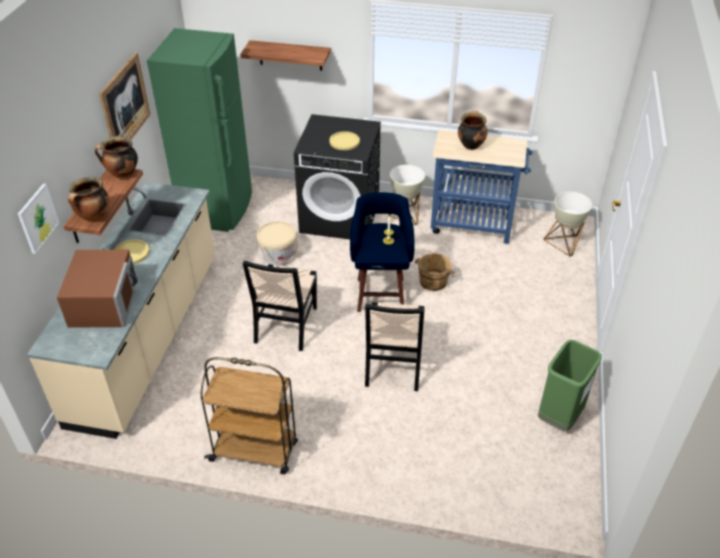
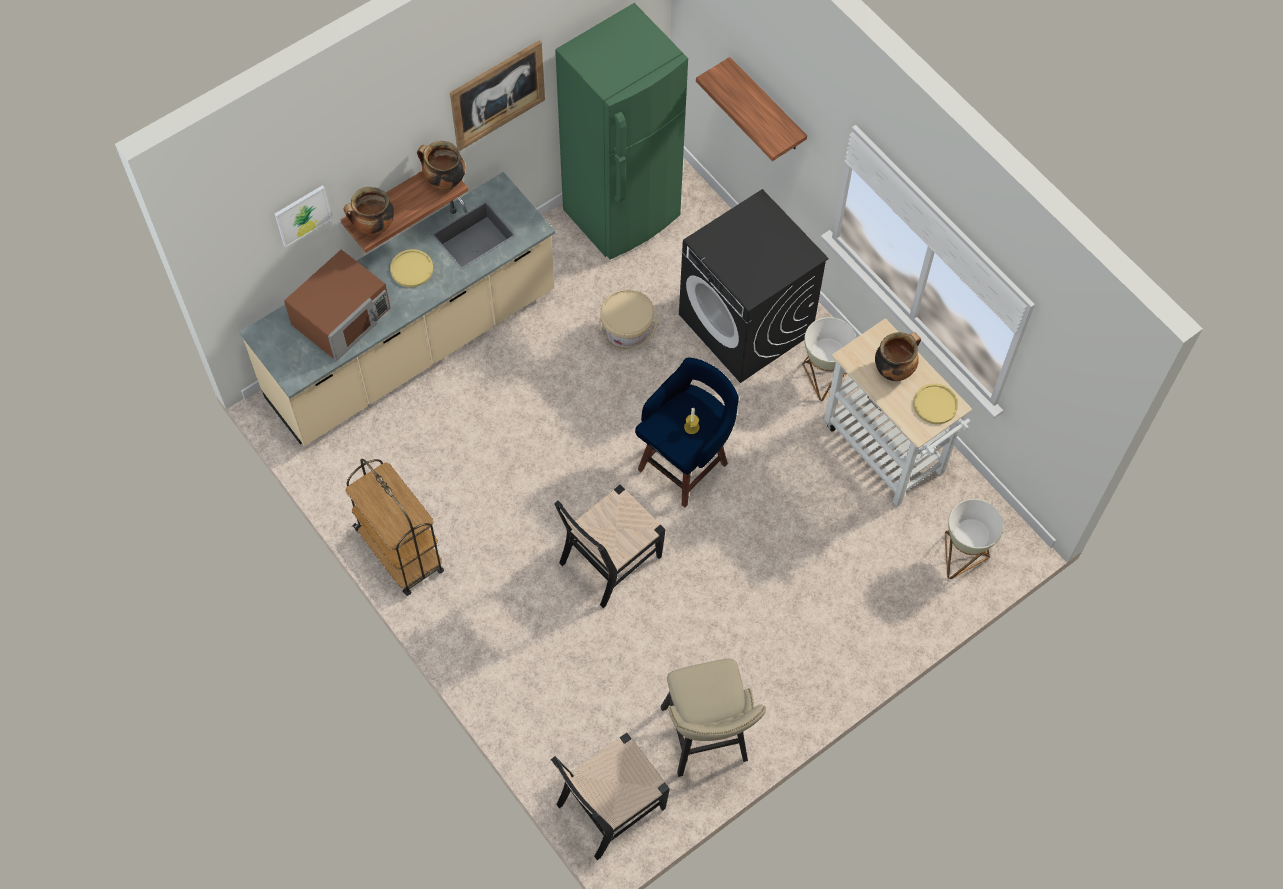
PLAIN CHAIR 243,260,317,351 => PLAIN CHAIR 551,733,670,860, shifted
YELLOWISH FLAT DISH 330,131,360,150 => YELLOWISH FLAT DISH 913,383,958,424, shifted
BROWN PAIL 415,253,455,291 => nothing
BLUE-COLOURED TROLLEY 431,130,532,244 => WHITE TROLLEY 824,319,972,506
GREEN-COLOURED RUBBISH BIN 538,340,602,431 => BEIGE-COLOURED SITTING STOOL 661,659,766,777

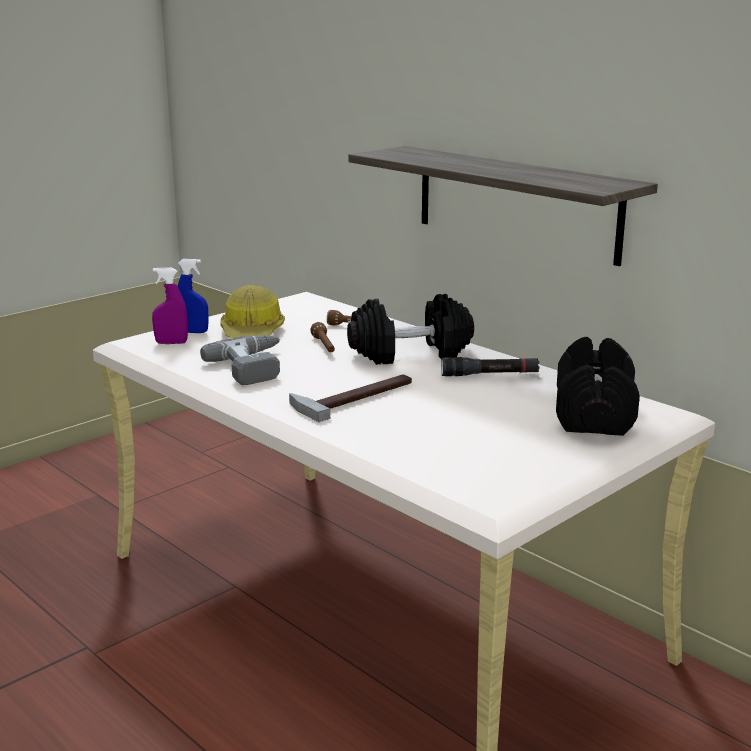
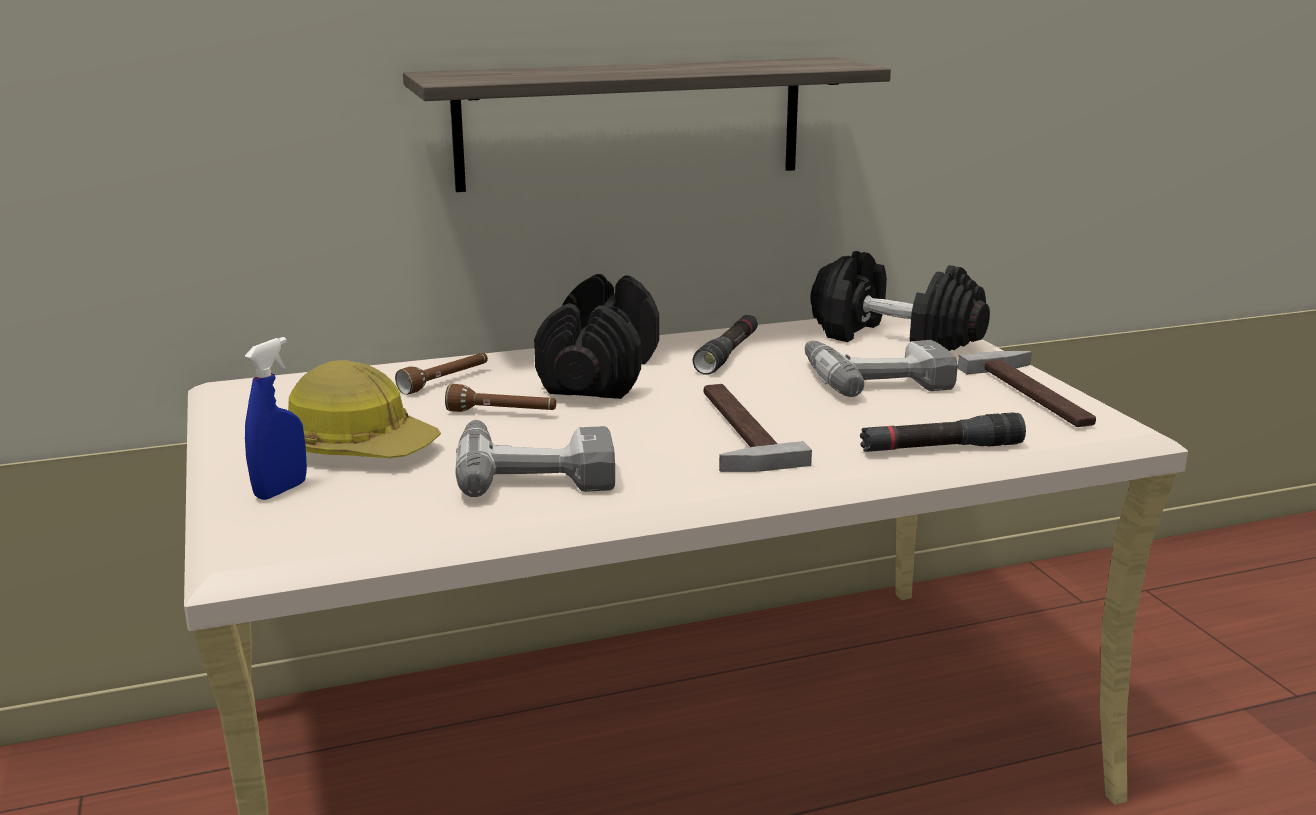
PURPLISH HAND SPRAYER 152,268,188,344 => nothing
nothing => ELECTRIC DRILL 805,340,958,397
nothing => BLACK-COLOURED FLASHLIGHT 860,412,1026,452
nothing => TOOL HAMMER 958,351,1096,427

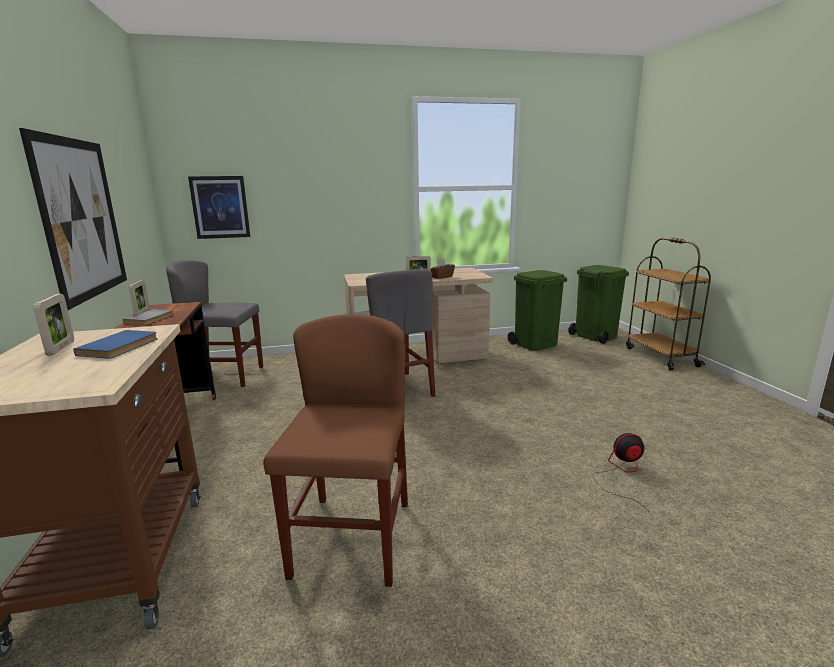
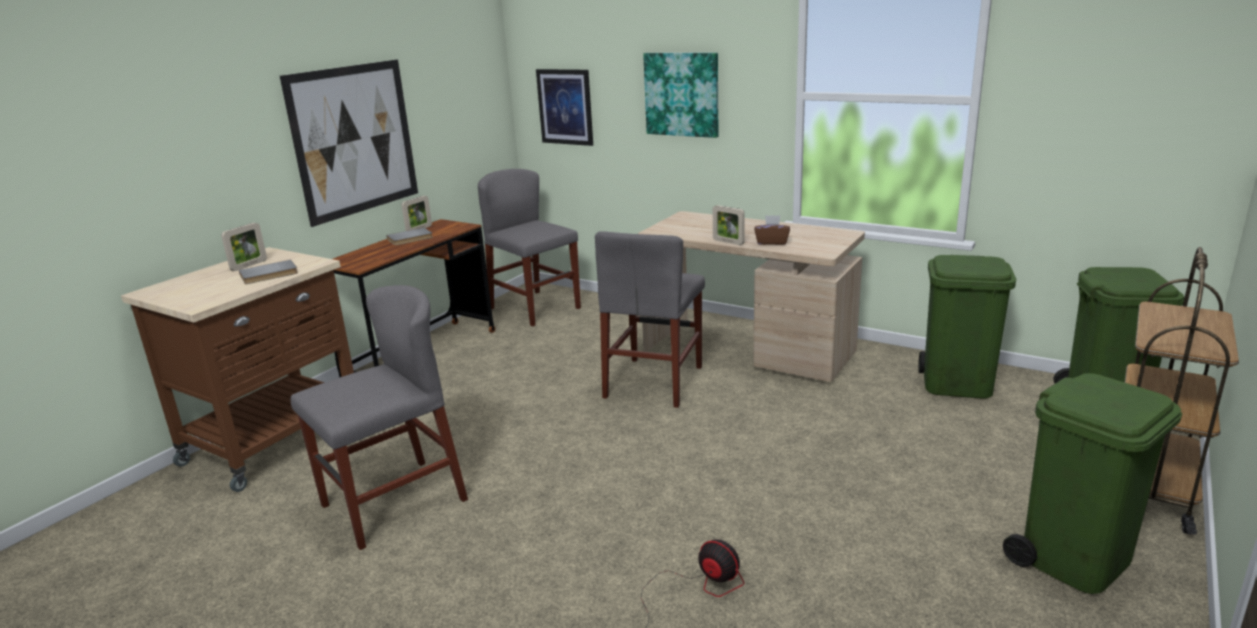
BLUE-COLOURED VOLUME 74,330,158,359 => GREYISH VOLUME 239,260,298,284
BROWN PLAIN CHAIR 263,314,408,587 => GREYISH PLAIN CHAIR 291,285,468,550
nothing => WALL ART 643,53,718,138
nothing => GREEN-COLOURED RUBBISH BIN 1003,373,1182,594

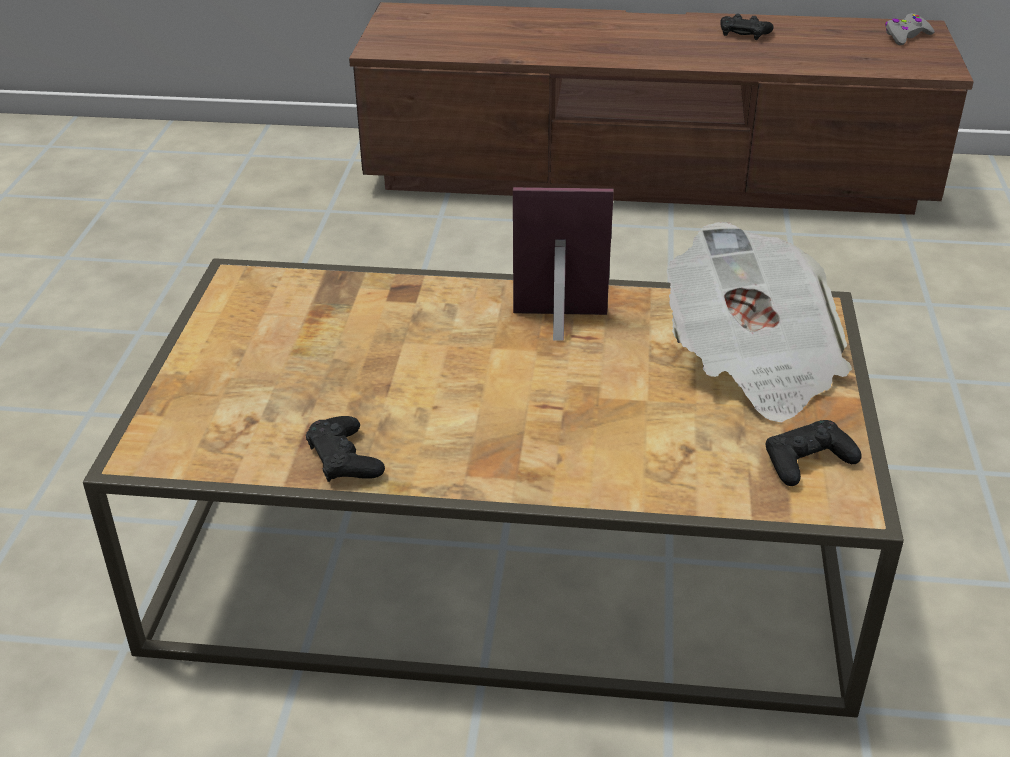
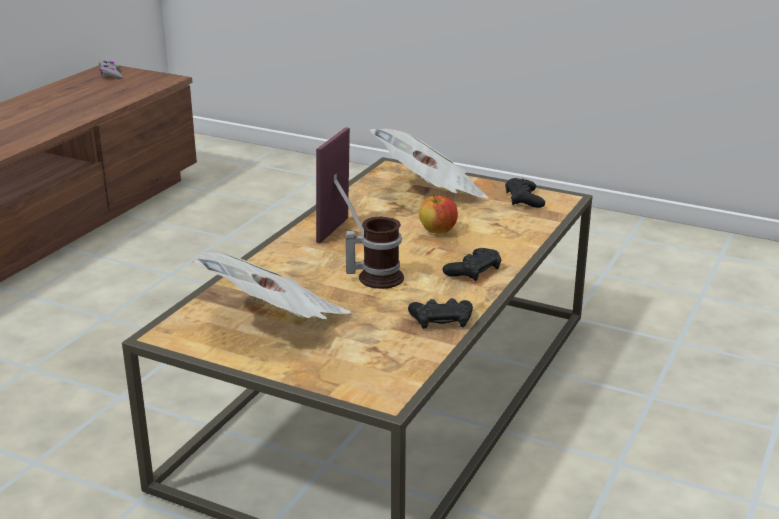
BLACK-COLOURED GAME CONTROLLER 720,14,774,40 => BLACK-COLOURED GAME CONTROLLER 443,248,501,282, shifted
nothing => PRINTED PAPER 192,251,351,319
nothing => MUG 345,217,404,289
nothing => WHOLE APPLE 419,195,458,234

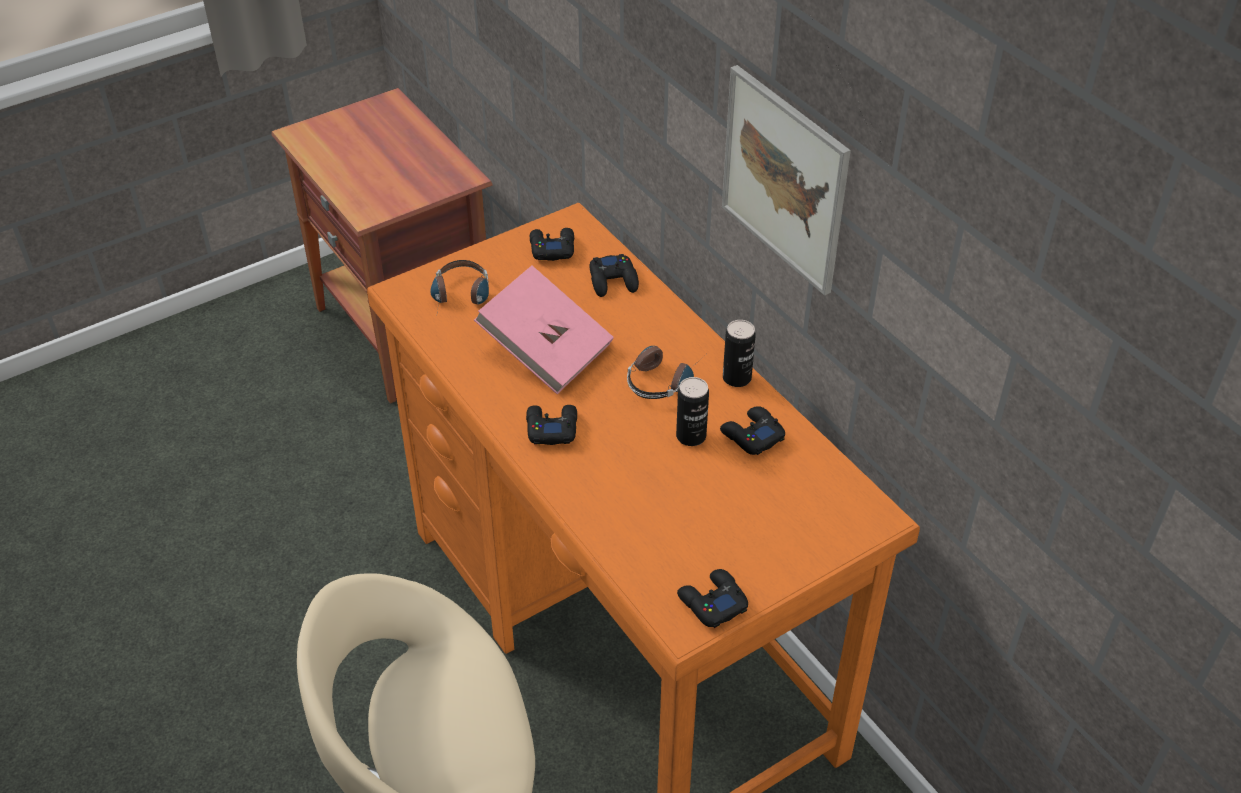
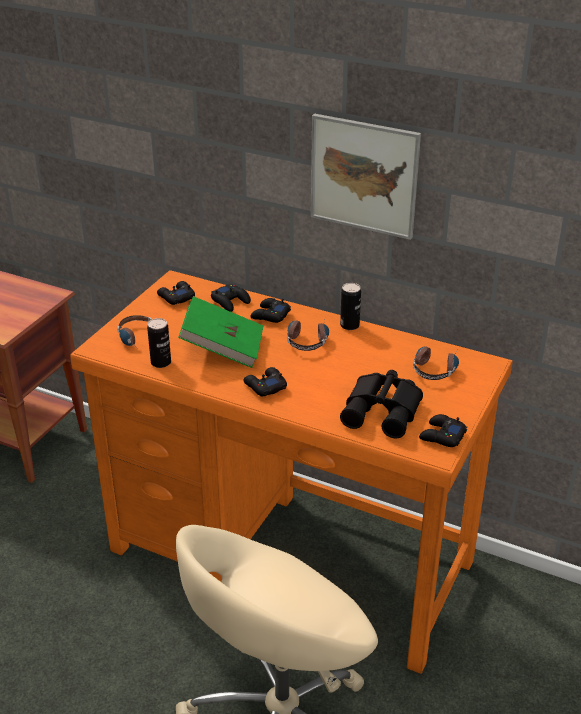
PINKISH VOLUME 474,265,614,394 => GREEN-COLOURED VOLUME 178,296,263,368
METAL CAN 676,377,709,446 => METAL CAN 147,318,171,368, shifted
BLACK-COLOURED GAME CONTROLLER 720,406,785,455 => BLACK-COLOURED GAME CONTROLLER 251,298,291,323, shifted
nothing => BLACK-COLOURED PAIR OF BINOCULARS 340,370,423,439
nothing => HEADSET 413,346,459,380

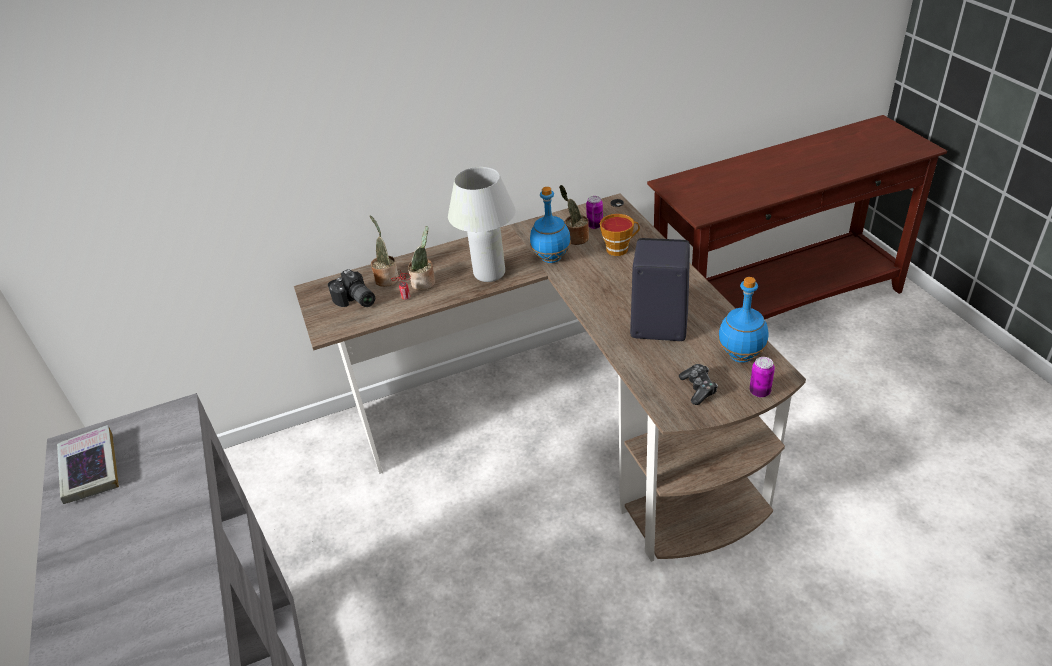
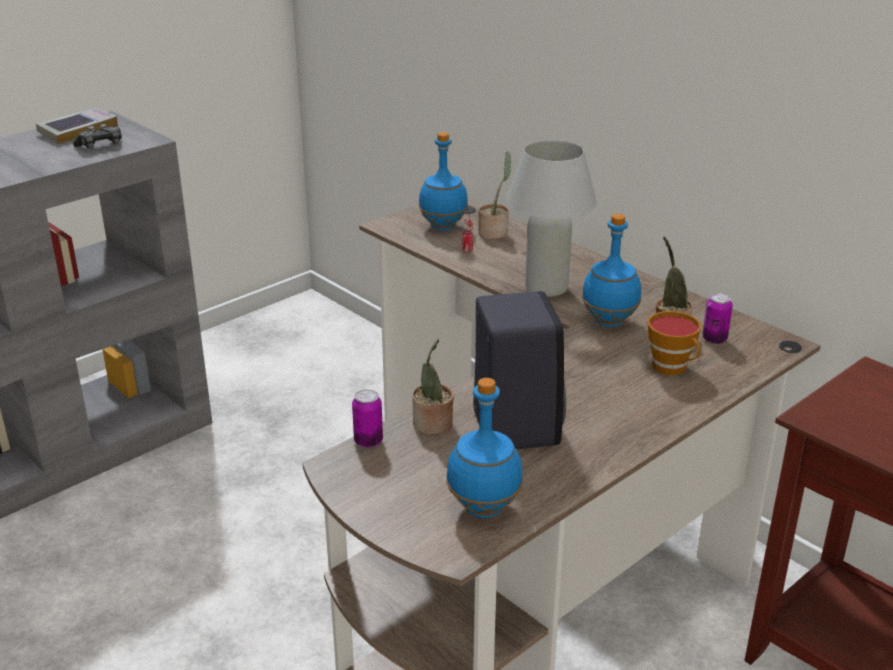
PHOTO CAMERA 329,269,375,307 => BLUE-COLOURED DRINK BOTTLE 419,132,468,231
HOUSEPLANT 408,226,435,290 => HOUSEPLANT 412,338,454,435, shifted
GAME CONTROLLER 679,364,718,405 => GAME CONTROLLER 73,124,122,149, shifted
METAL CAN 750,357,775,397 => METAL CAN 352,389,383,448, shifted

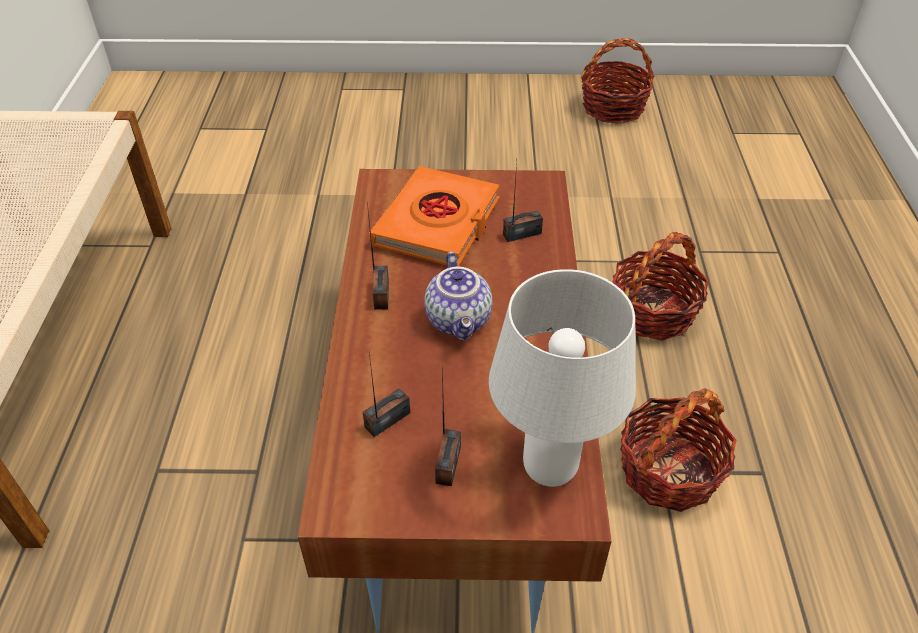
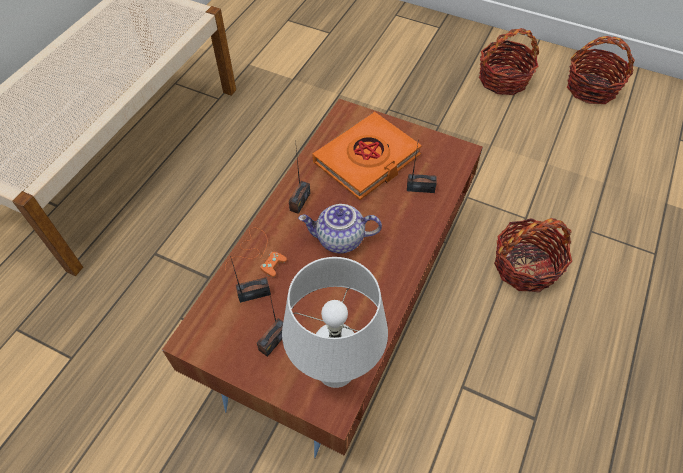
POT FOR TEA 424,251,493,340 => POT FOR TEA 298,204,382,253, 75 degrees clockwise
HOUSEHOLD BASKET 620,388,737,512 => HOUSEHOLD BASKET 479,28,539,95, shifted
nothing => ORANGEY GAME CONTROLLER 225,228,287,277

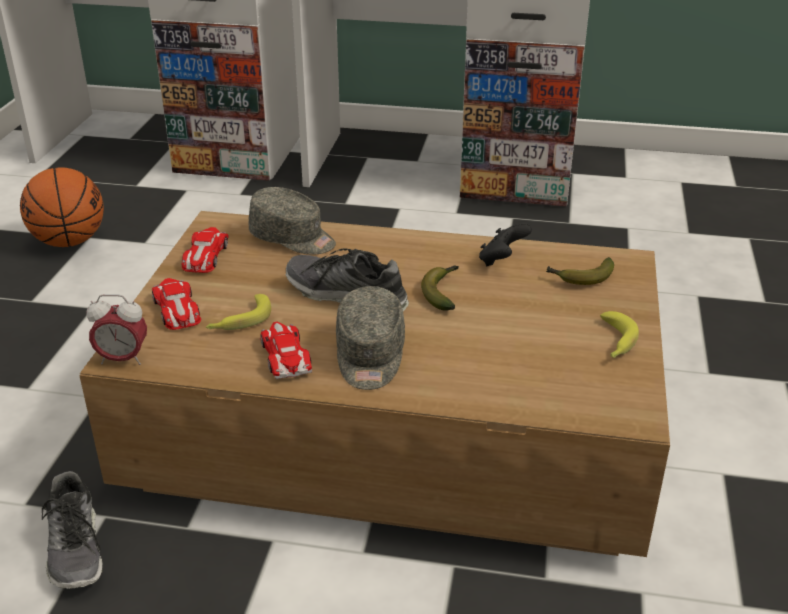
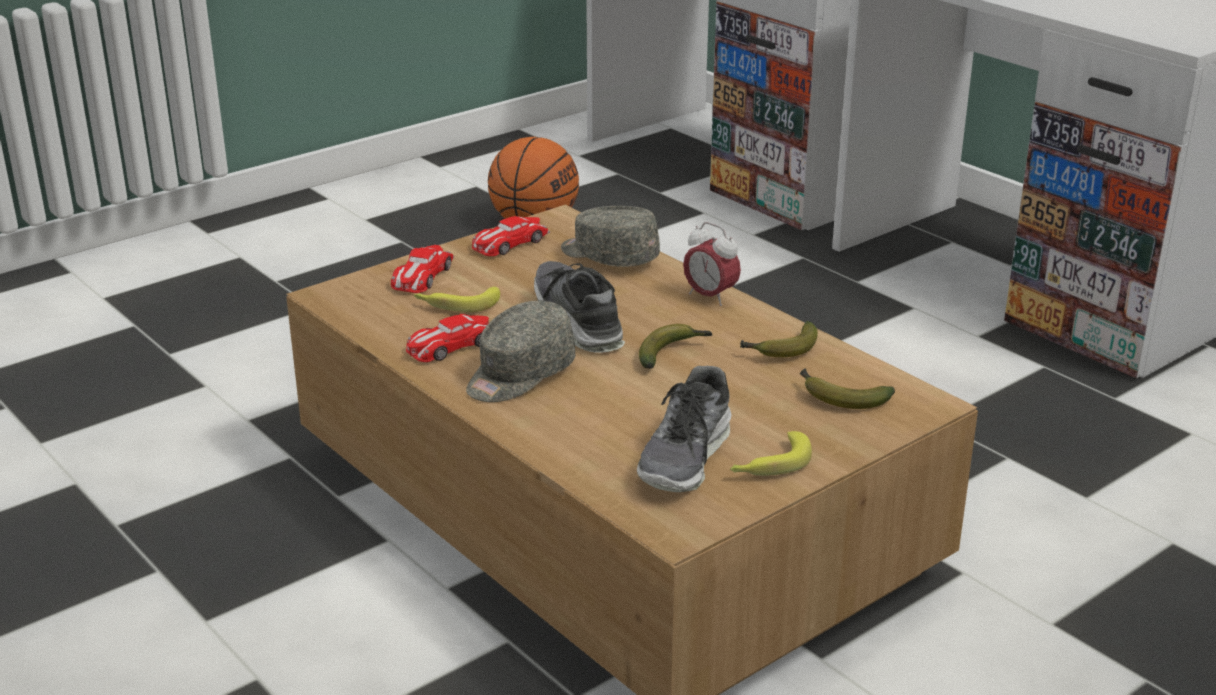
ITEM OF FOOTWEAR 42,471,102,589 => ITEM OF FOOTWEAR 637,366,732,492, shifted
TABLE CLOCK 87,294,147,365 => TABLE CLOCK 683,222,741,306, shifted
GREYISH PEAKED CAP 249,187,336,255 => GREYISH PEAKED CAP 561,206,660,267, 150 degrees clockwise
MINIATURE CAR 260,322,312,379 => MINIATURE CAR 406,314,489,362, 150 degrees counterclockwise
BLACK-COLOURED GAME CONTROLLER 479,223,532,266 => WHOLE BANANA 740,321,818,357

